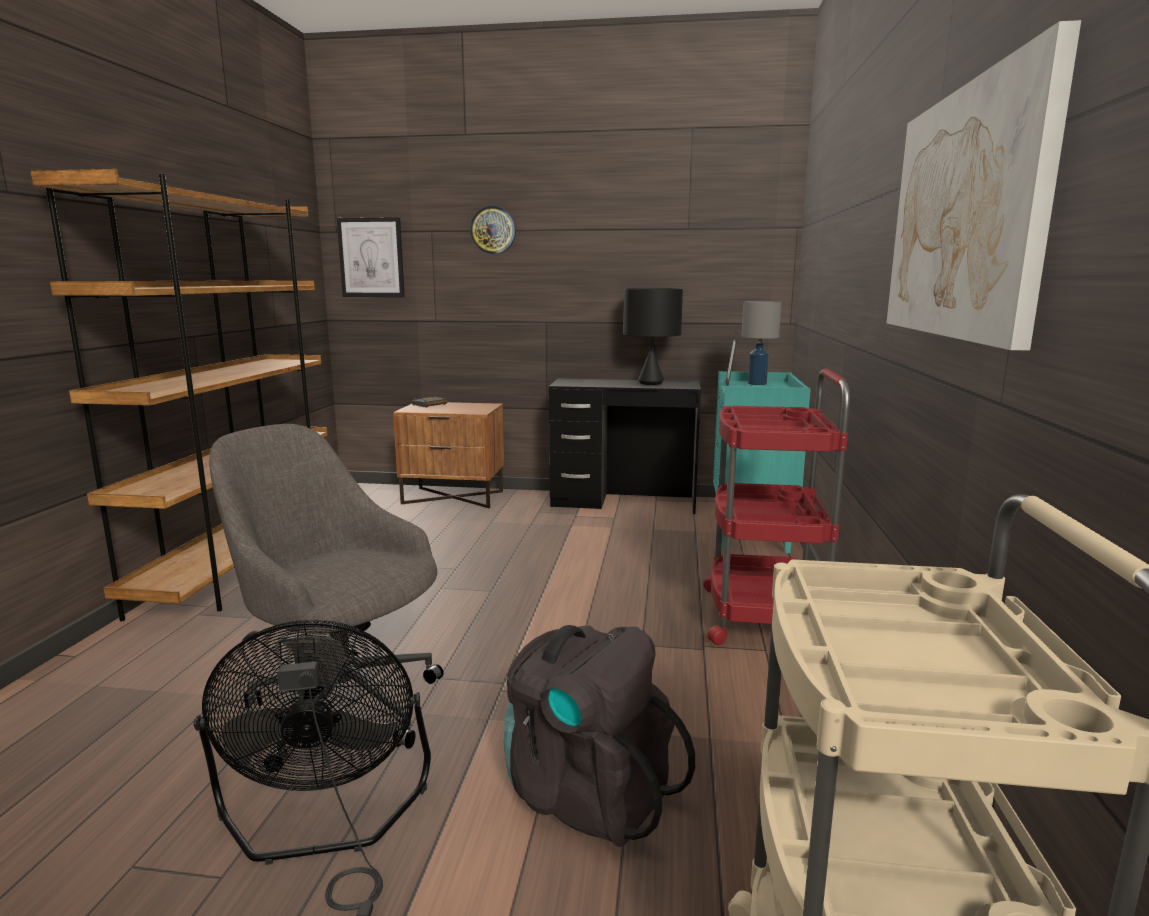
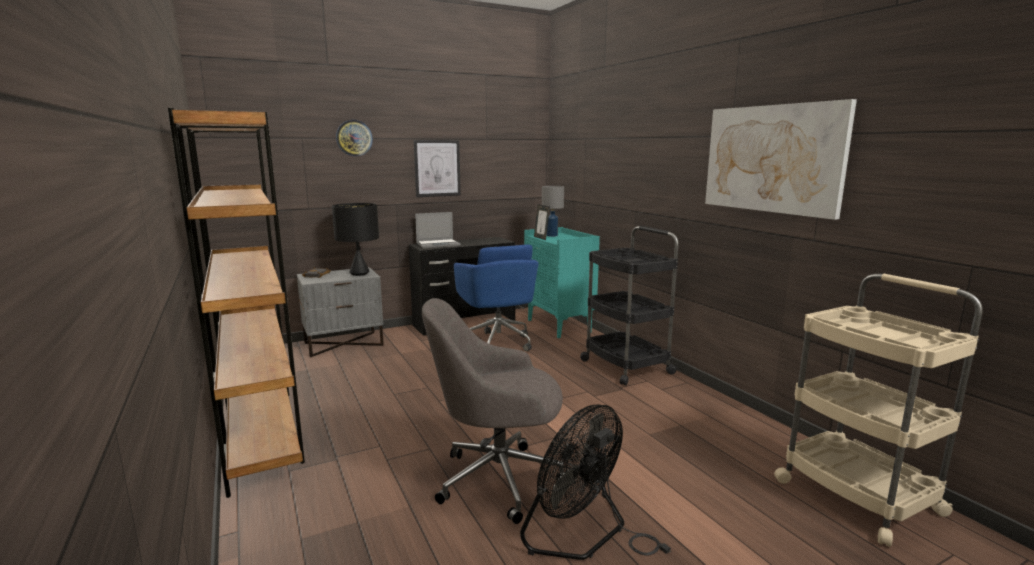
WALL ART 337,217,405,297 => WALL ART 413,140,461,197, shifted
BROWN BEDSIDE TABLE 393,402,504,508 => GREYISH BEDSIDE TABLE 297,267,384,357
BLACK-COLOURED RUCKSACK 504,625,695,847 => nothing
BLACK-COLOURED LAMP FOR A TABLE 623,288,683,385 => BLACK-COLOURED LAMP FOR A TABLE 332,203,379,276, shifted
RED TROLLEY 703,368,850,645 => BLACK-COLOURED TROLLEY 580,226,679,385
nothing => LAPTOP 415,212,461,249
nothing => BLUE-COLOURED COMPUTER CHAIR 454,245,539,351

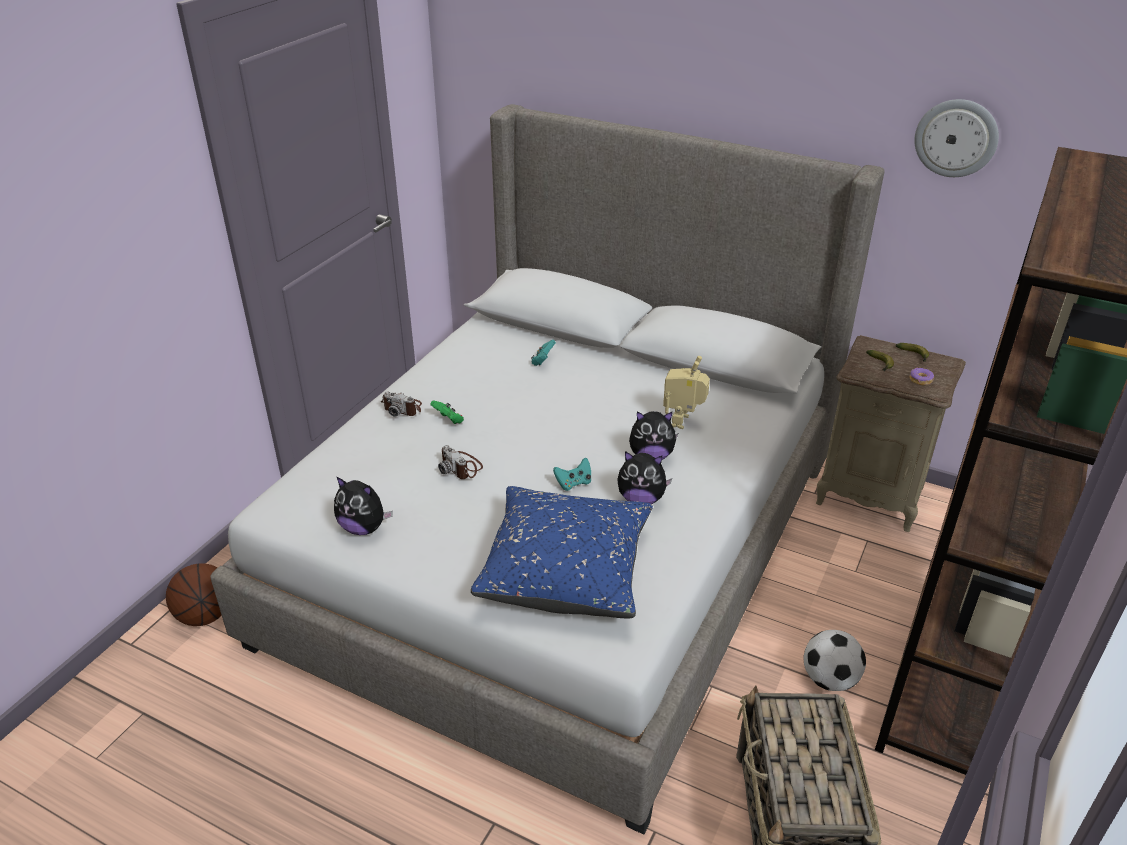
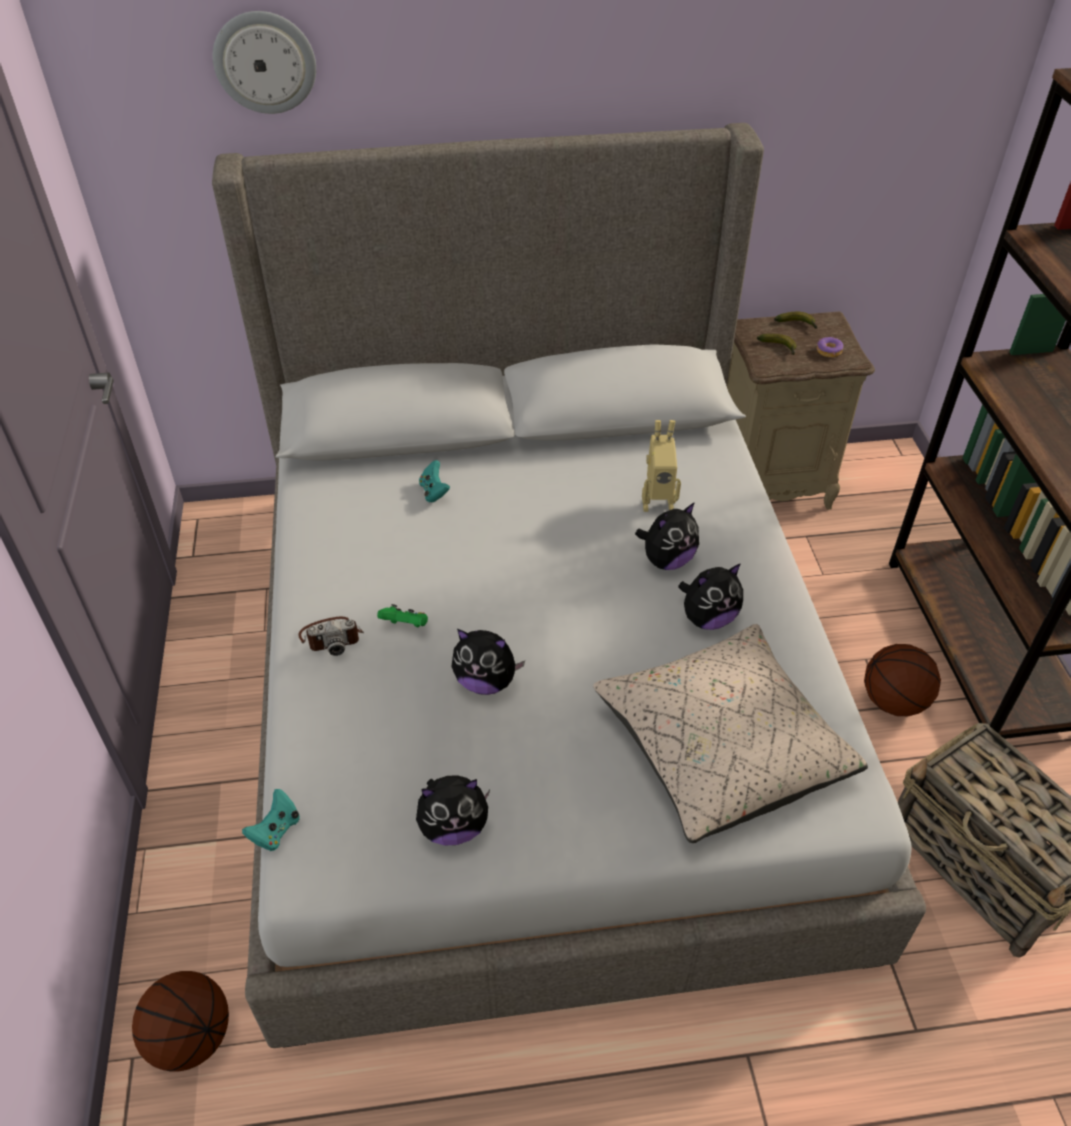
PHOTO CAMERA 438,445,483,479 => SOFT TOY 451,629,525,695
BLUE-COLOURED PILLOW 471,486,653,619 => BEIGE-COLOURED PILLOW 593,624,868,843
TURQUOISE GAME CONTROLLER 553,457,591,491 => TURQUOISE GAME CONTROLLER 242,789,300,851, shifted
ROBOT FIGURE 663,356,710,429 => ROBOT FIGURE 642,420,681,512, 75 degrees counterclockwise
BALL FOR FOOTBALL 804,630,866,691 => BALL FOR BASKETBALL 864,644,941,716
WALL CLOCK 914,99,999,177 => WALL CLOCK 213,11,316,114, shifted

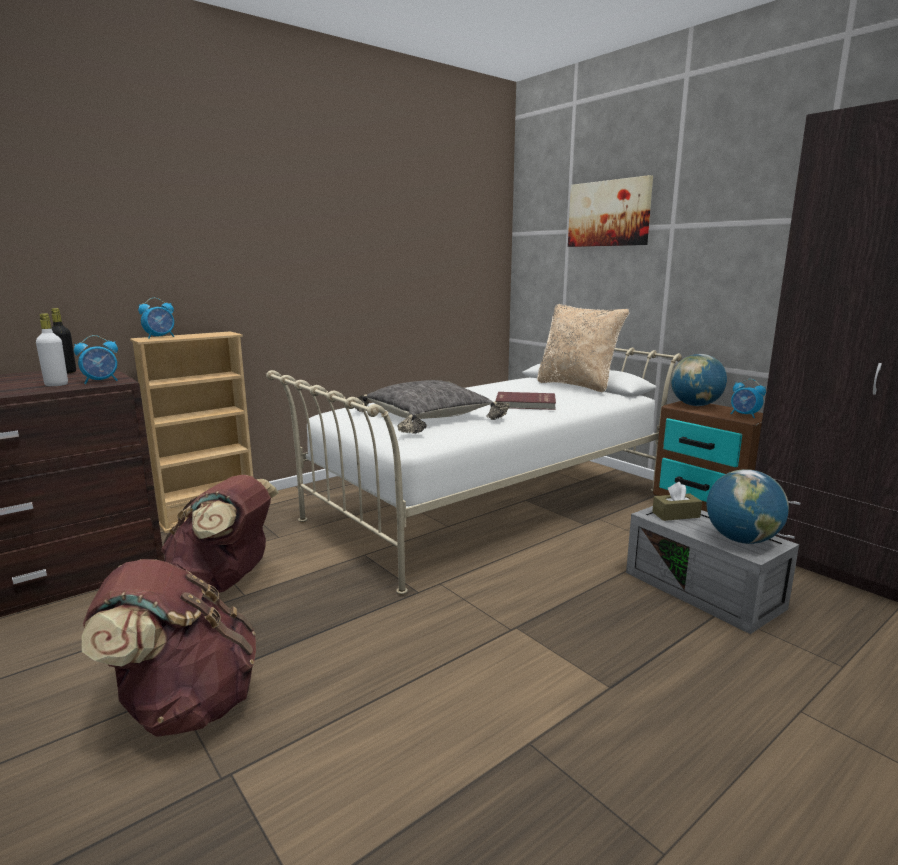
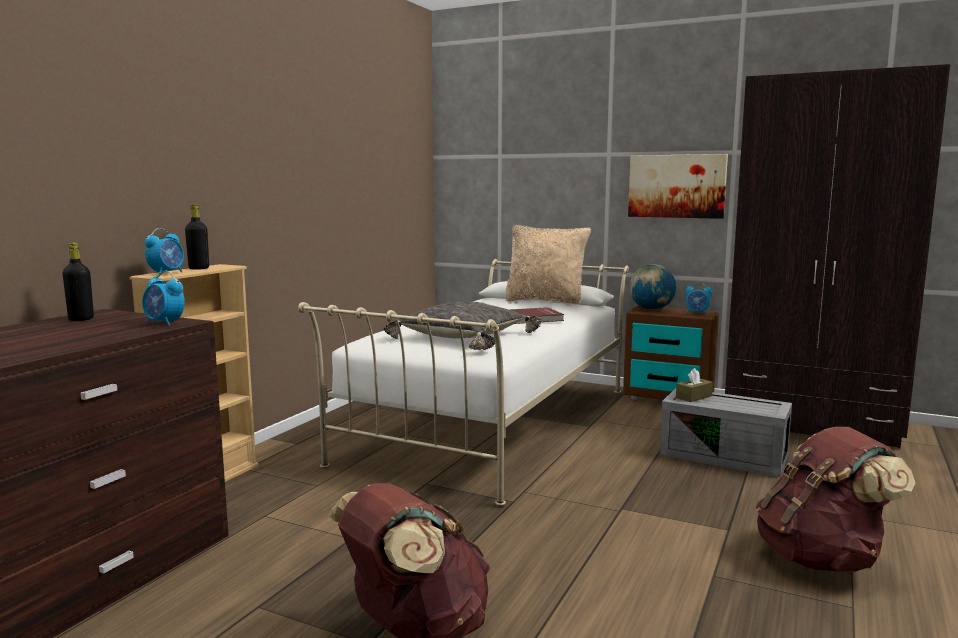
WHITE DRINK BOTTLE 36,313,68,386 => nothing
TABLE CLOCK 74,335,118,384 => TABLE CLOCK 142,271,185,326, 90 degrees clockwise
BROWN RUCKSACK 161,475,279,593 => BROWN RUCKSACK 756,427,915,572, shifted
WALL ART 568,175,653,247 => WALL ART 628,154,728,219, shifted
DESK GLOBE 707,469,789,544 => nothing
nothing => BLACK-COLOURED DRINK BOTTLE 185,204,209,270

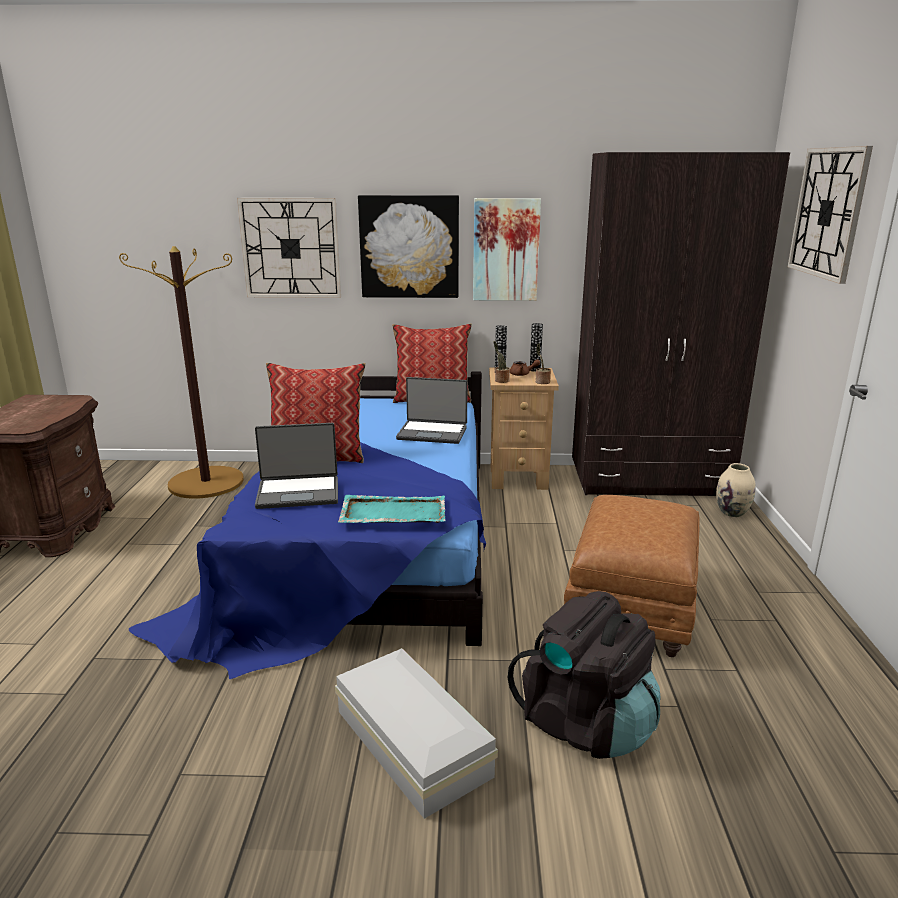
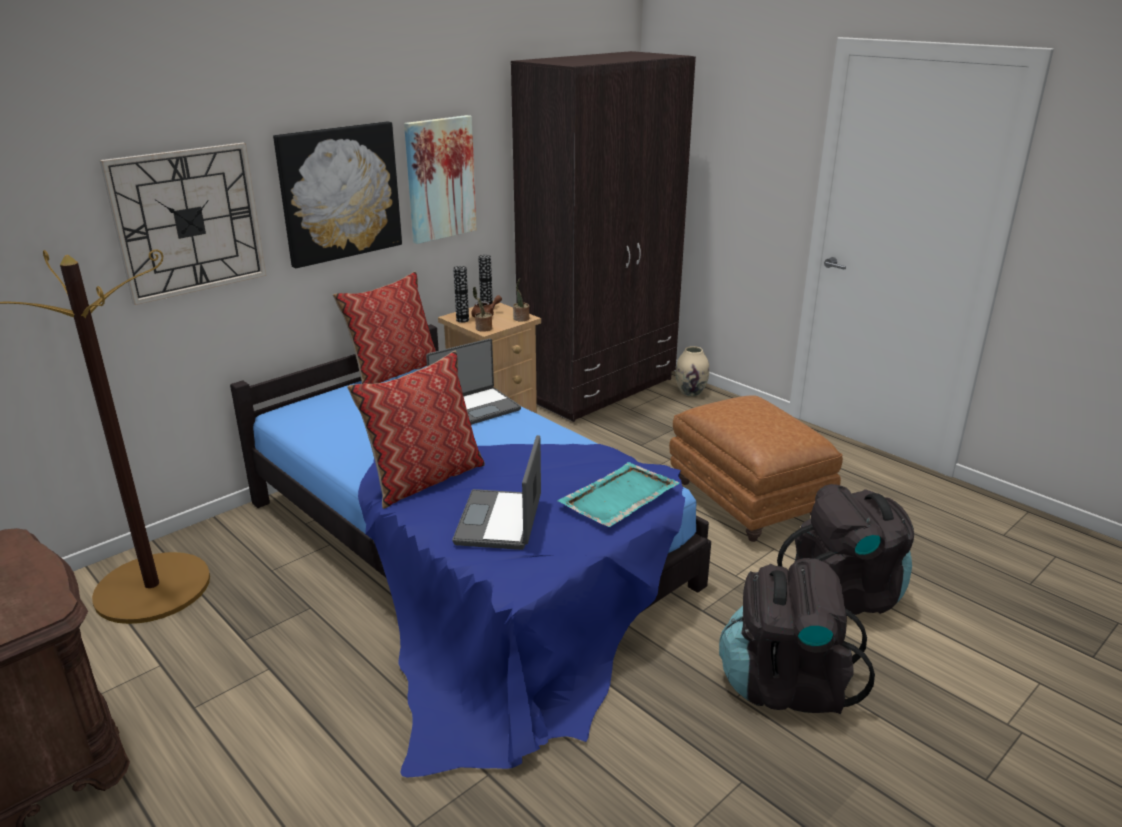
LAPTOP 255,423,338,509 => LAPTOP 452,435,541,550, 150 degrees clockwise
WHITE STORAGE BOX 335,648,498,819 => BLACK-COLOURED RUCKSACK 719,558,875,714
WALL CLOCK 788,146,873,284 => nothing

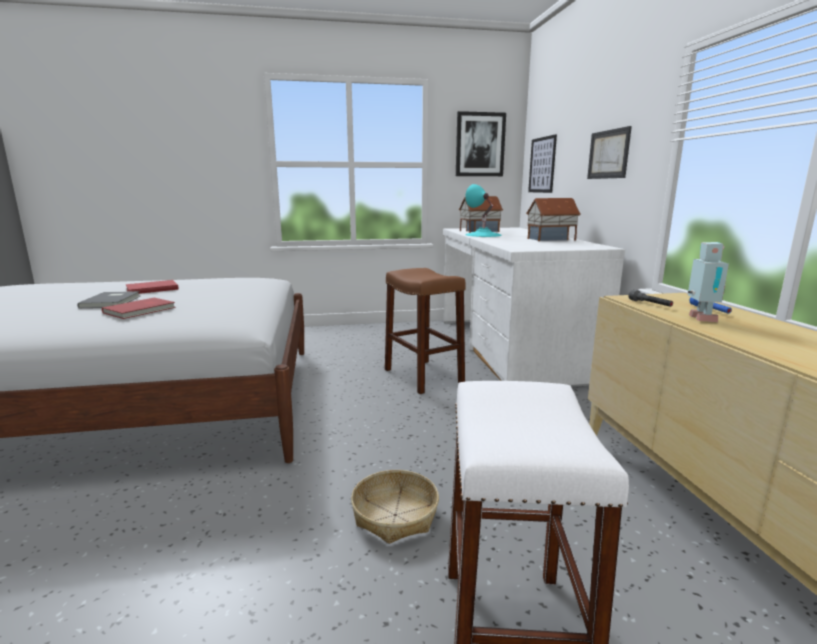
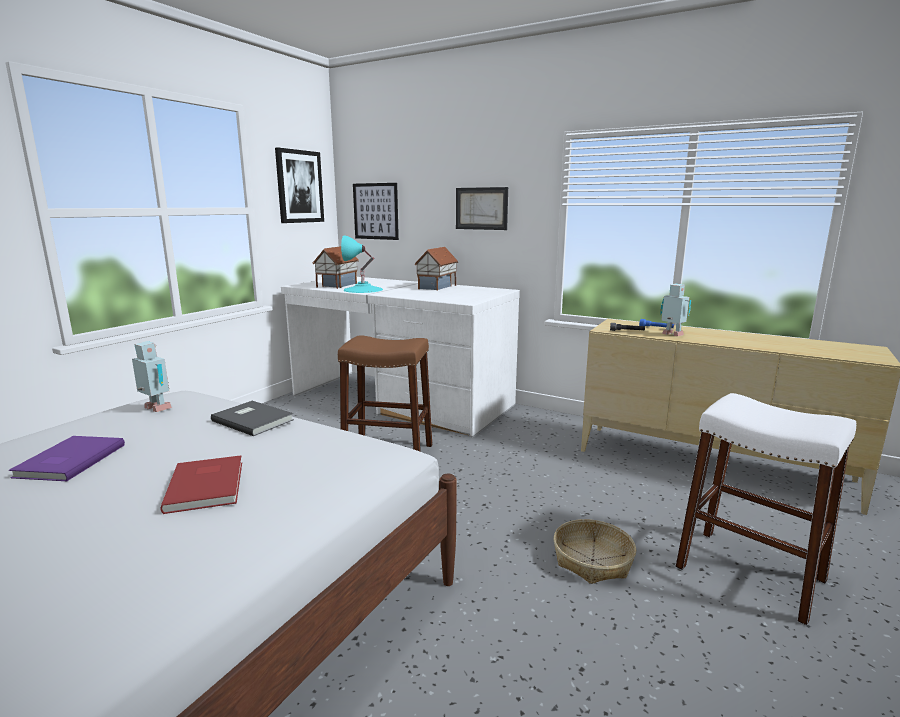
GREYISH VOLUME 77,291,140,308 => GREYISH VOLUME 211,401,294,436, shifted
RED VOLUME 126,280,179,294 => PURPLISH VOLUME 9,436,125,481
nothing => ROBOT FIGURE 132,341,172,412

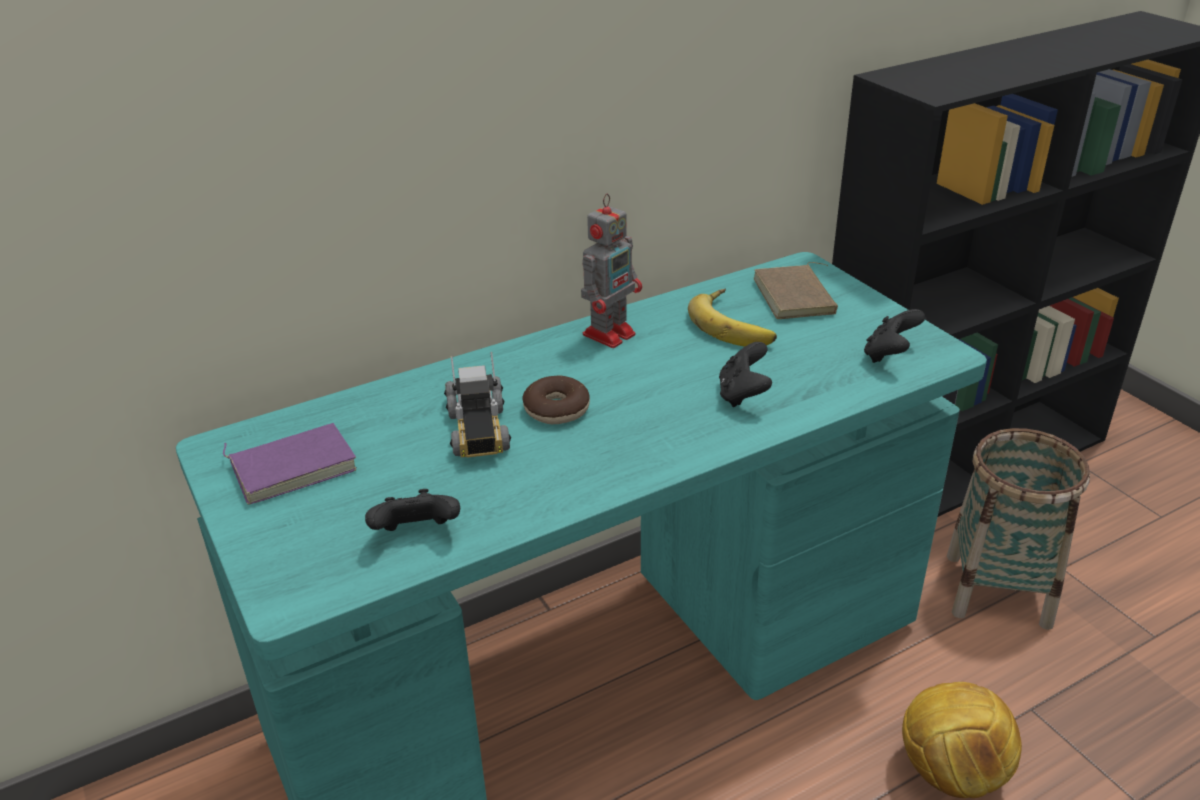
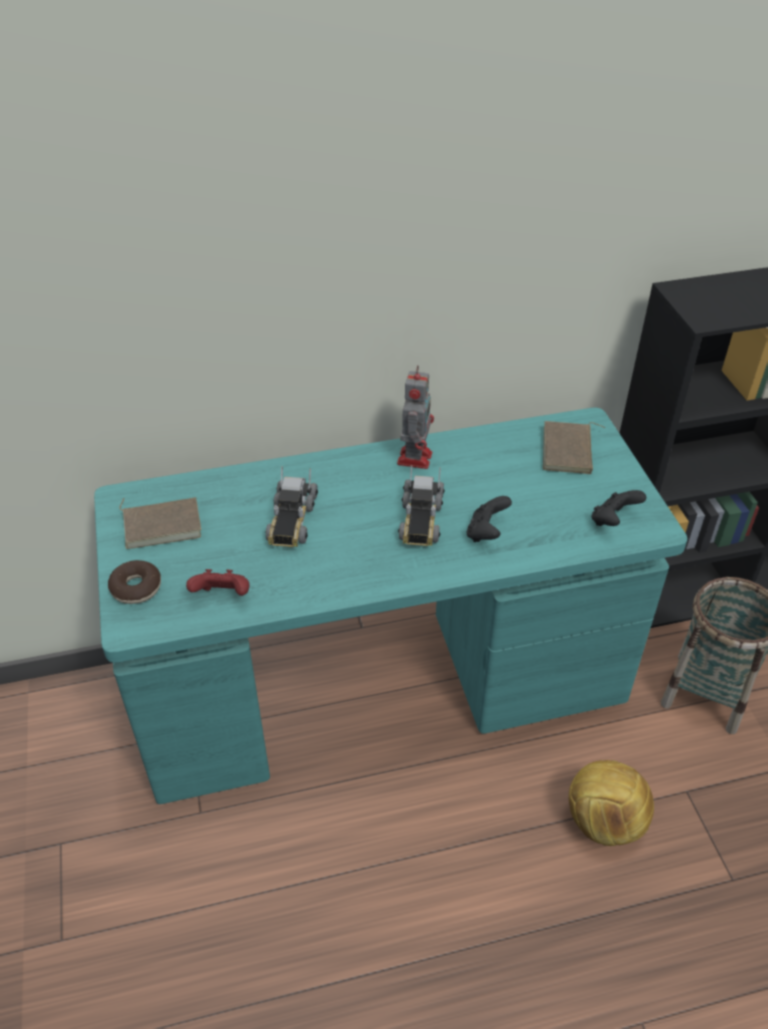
PURPLISH VOLUME 223,423,356,504 => BROWN VOLUME 119,497,201,549
BLACK-COLOURED GAME CONTROLLER 365,489,460,531 => RED GAME CONTROLLER 186,569,249,596
RING DOUGHNUT 523,376,590,424 => RING DOUGHNUT 108,560,161,604, shifted
ROBOT FIGURE 581,193,642,348 => ROBOT FIGURE 397,365,434,469, 45 degrees counterclockwise
WHOLE BANANA 688,289,777,347 => nothing
nothing => MODEL TRUCK 398,465,445,546

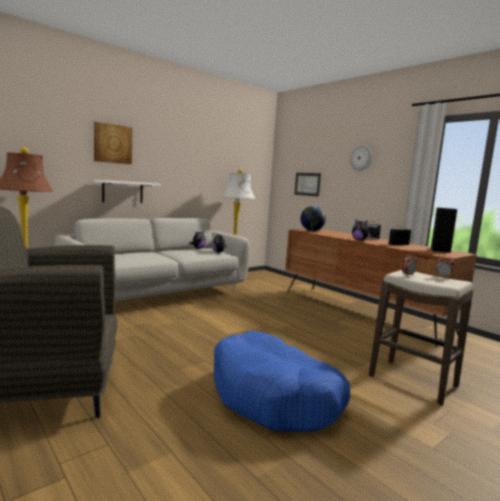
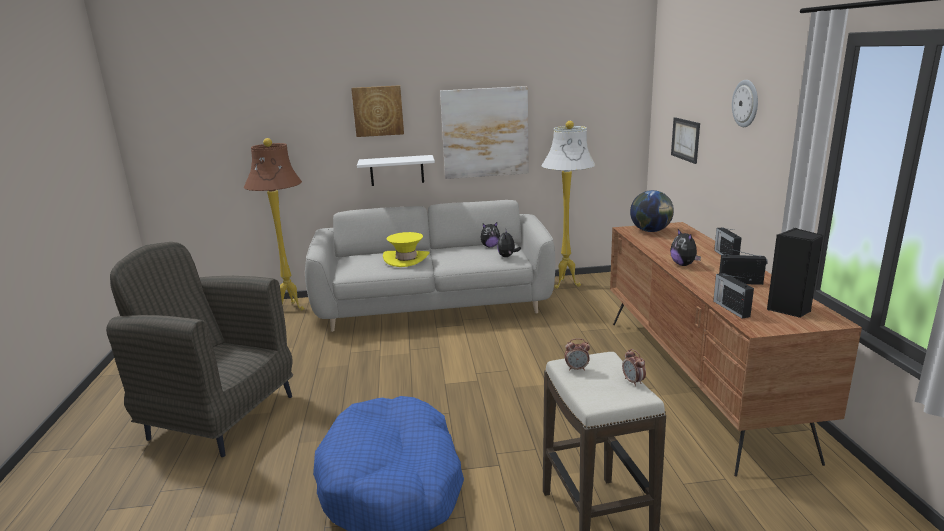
nothing => YELLOWISH CLOTHING HAT 383,232,430,267
nothing => WALL ART 440,86,529,179
nothing => RADIO 713,273,754,318

